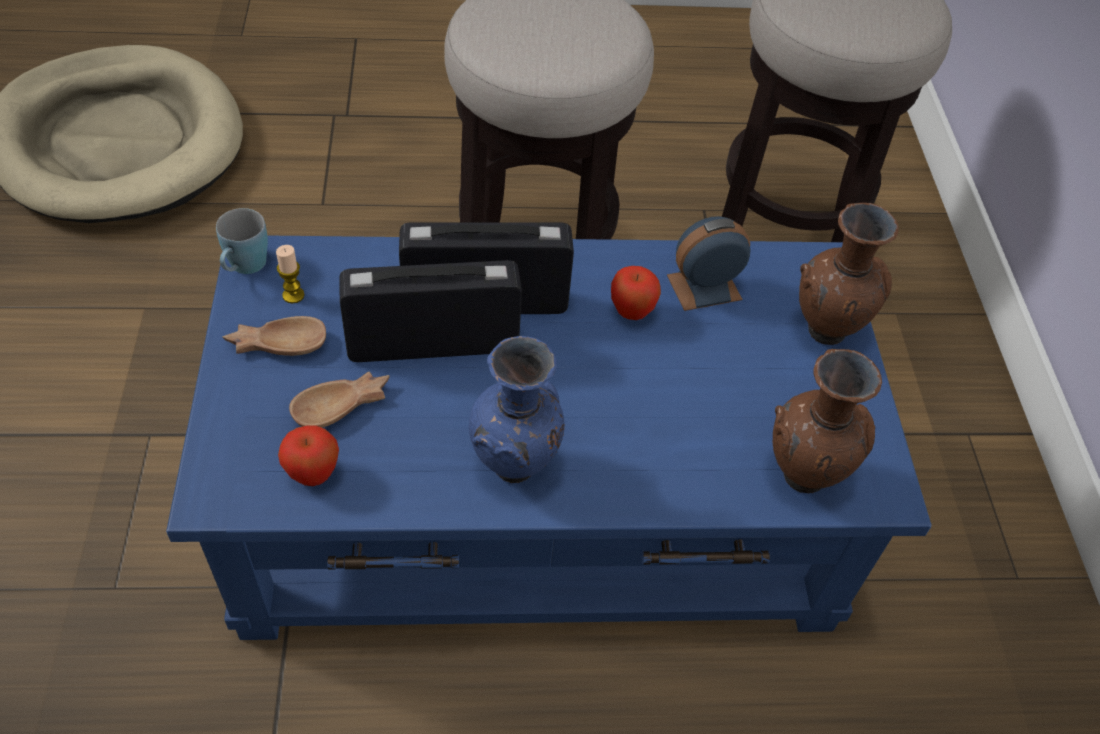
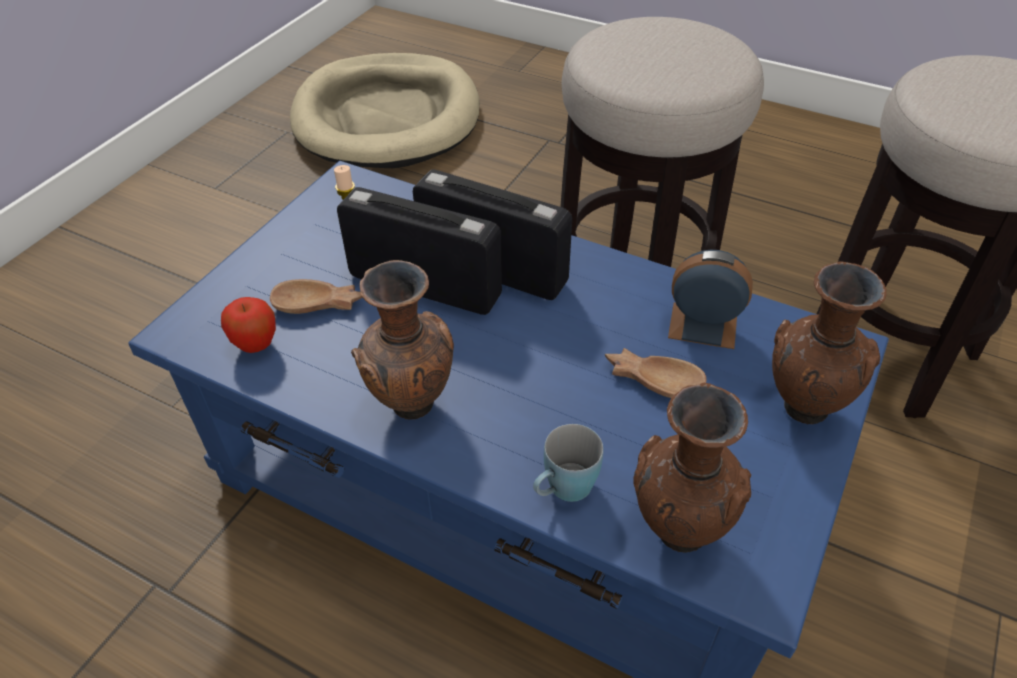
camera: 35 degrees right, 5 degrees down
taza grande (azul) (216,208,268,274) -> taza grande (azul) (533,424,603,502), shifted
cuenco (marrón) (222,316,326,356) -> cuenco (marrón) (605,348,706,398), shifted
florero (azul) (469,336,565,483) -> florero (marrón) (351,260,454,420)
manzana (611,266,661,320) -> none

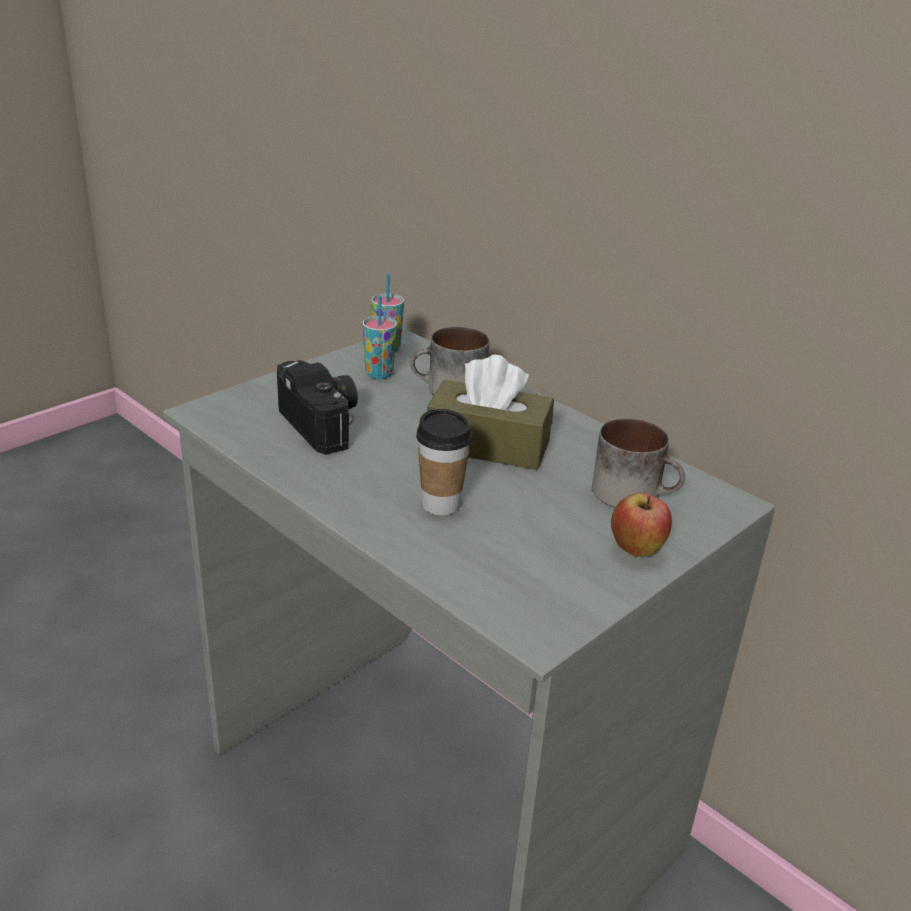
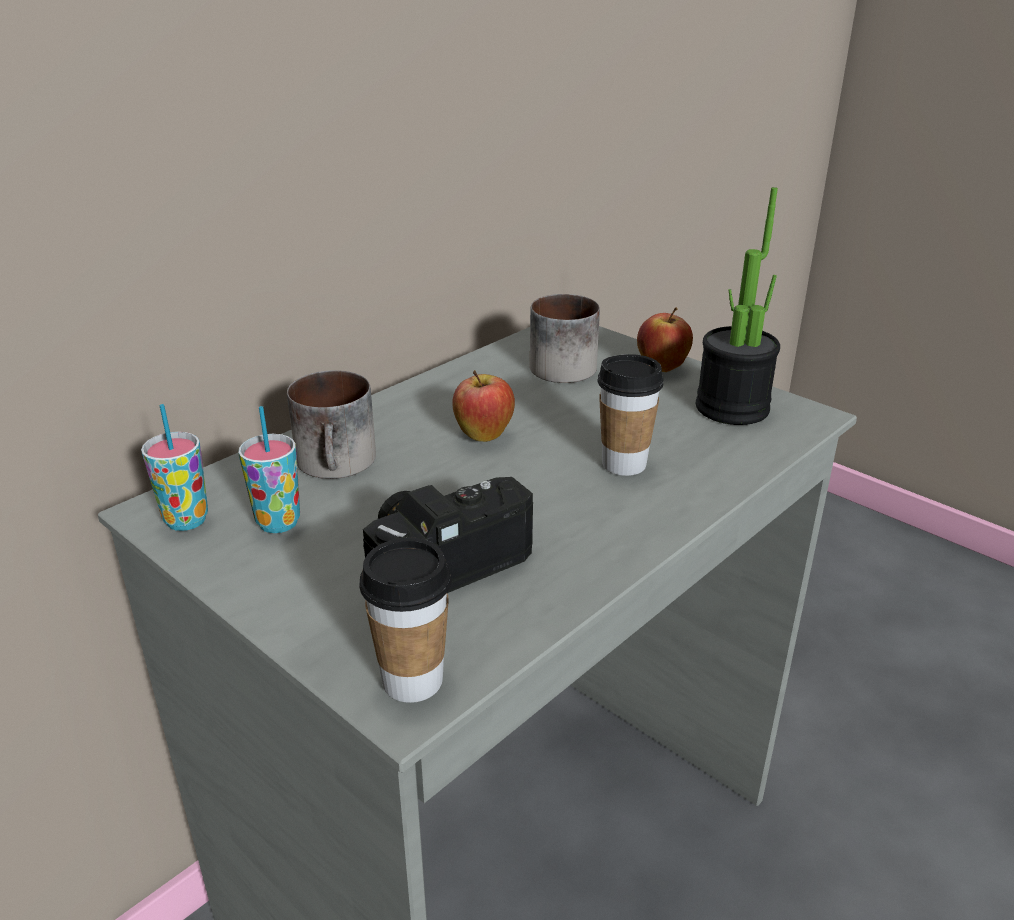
camera: 90 degrees left, 0 degrees up
caja de pañuelos (marrón) (427,355,554,470) -> manzana (452,370,515,442)
none -> taza (359,538,452,703)
none -> planta en maceta (696,187,780,425)

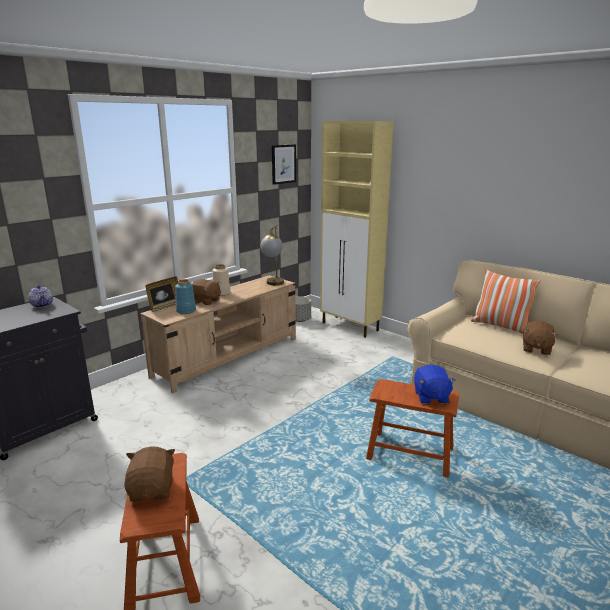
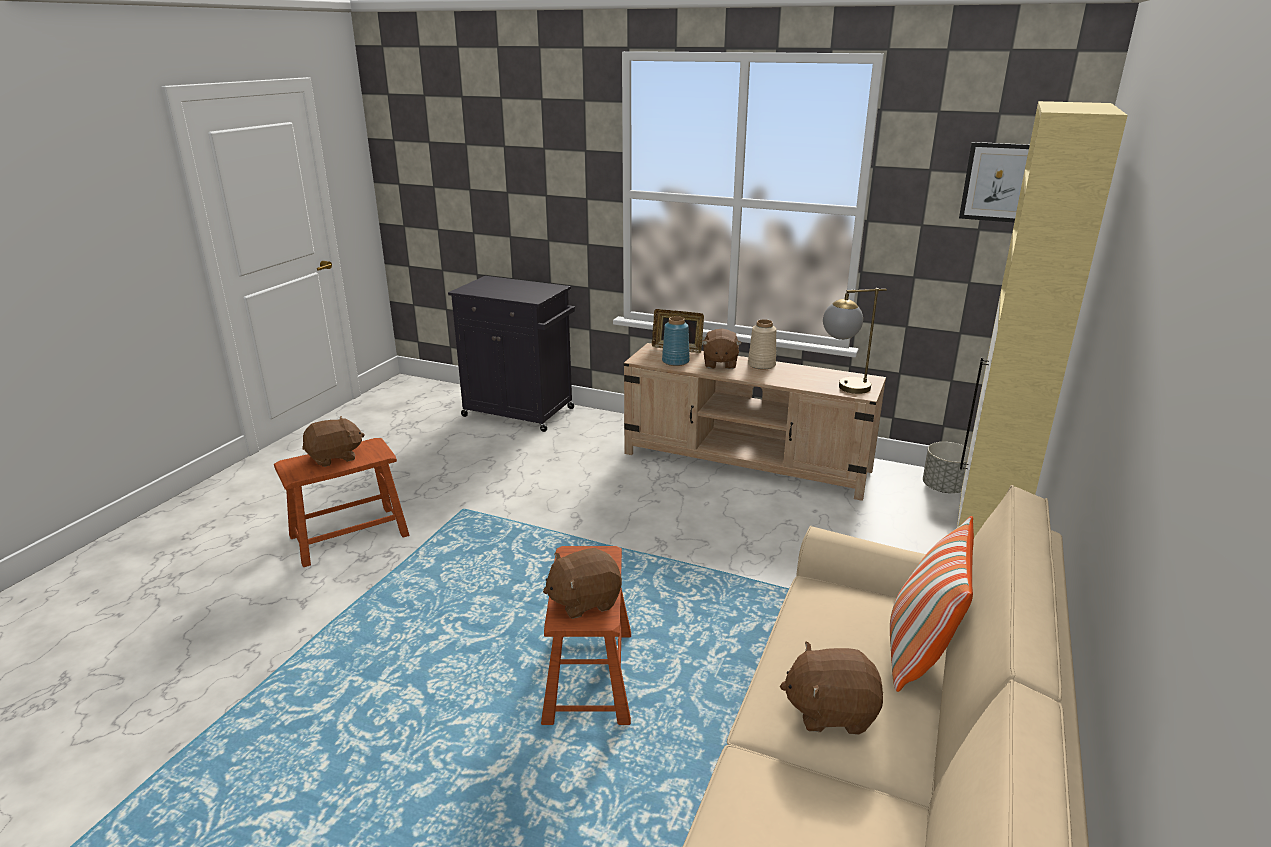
camera: 70 degrees right, 5 degrees up
tetera (28,285,53,308) -> none
peluche (azul) (414,365,456,404) -> peluche (marrón) (543,548,622,619)

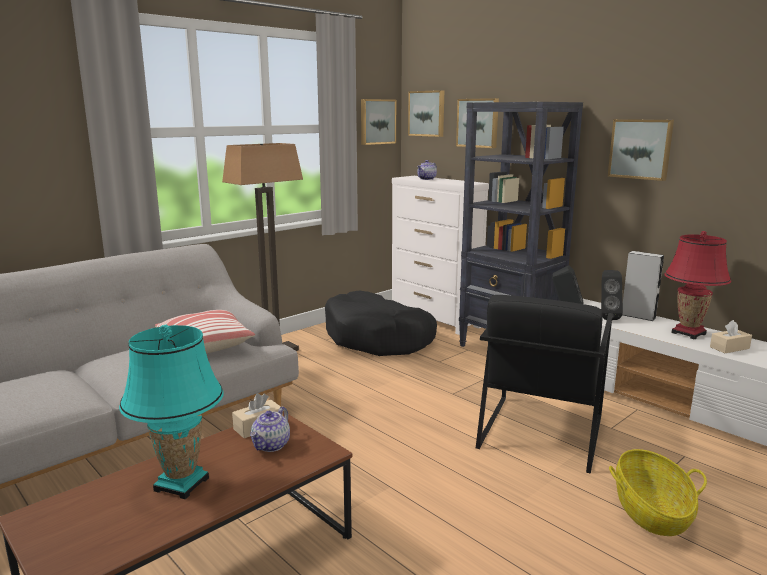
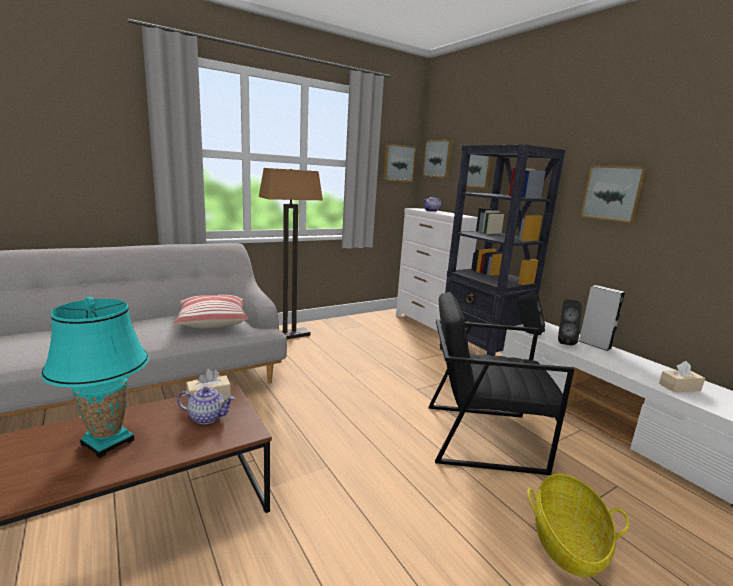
camera: 10 degrees right, 0 degrees up
tetera (250,407,290,452) -> tetera (177,387,235,424), 120 degrees counterclockwise
cama para perro (negro) (325,291,437,356) -> none
sillón (negro) (476,295,613,473) -> sillón (negro) (429,292,574,475), 60 degrees clockwise
lámpara de mesa (rojo) (664,231,731,340) -> none

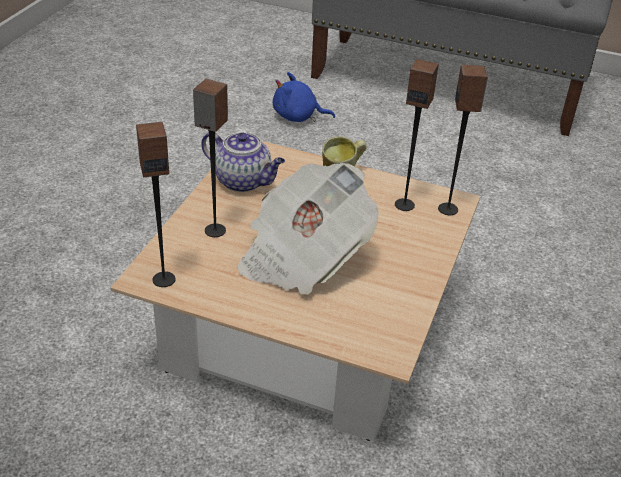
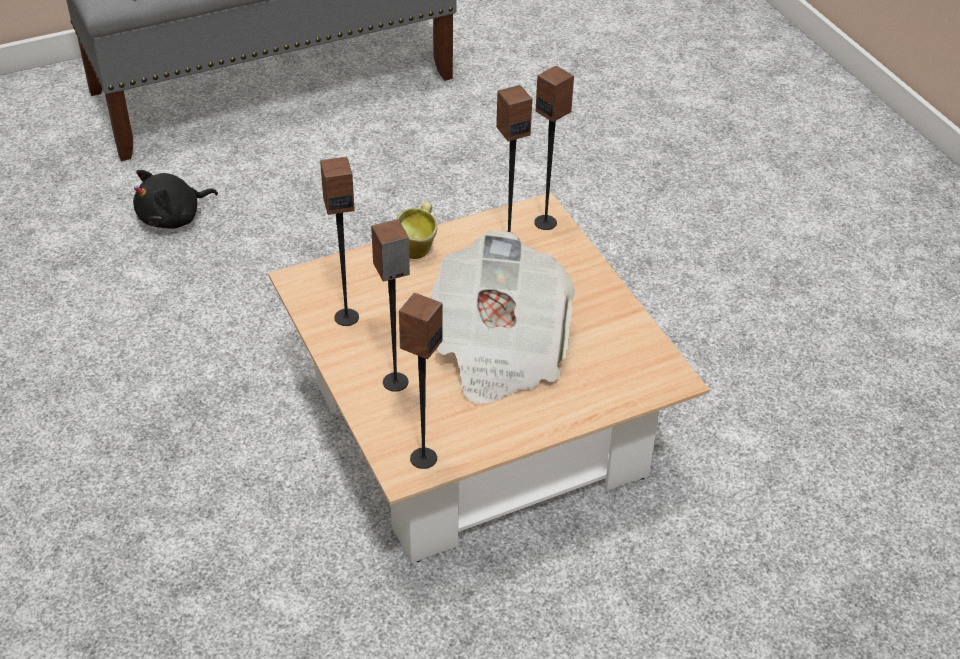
camera: 45 degrees left, 5 degrees up
tetera (201,132,285,192) -> altavoz (320,157,359,326)
peluche (azul) (273,72,335,122) -> peluche (negro) (133,170,218,229)

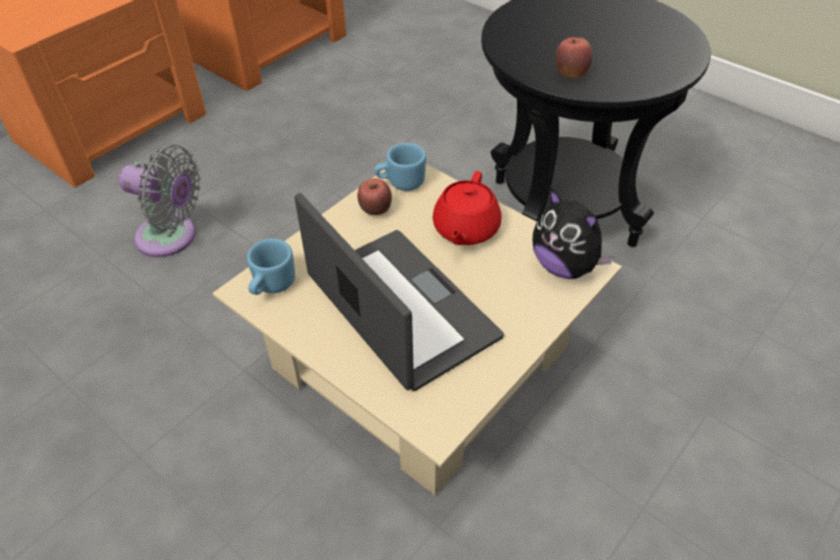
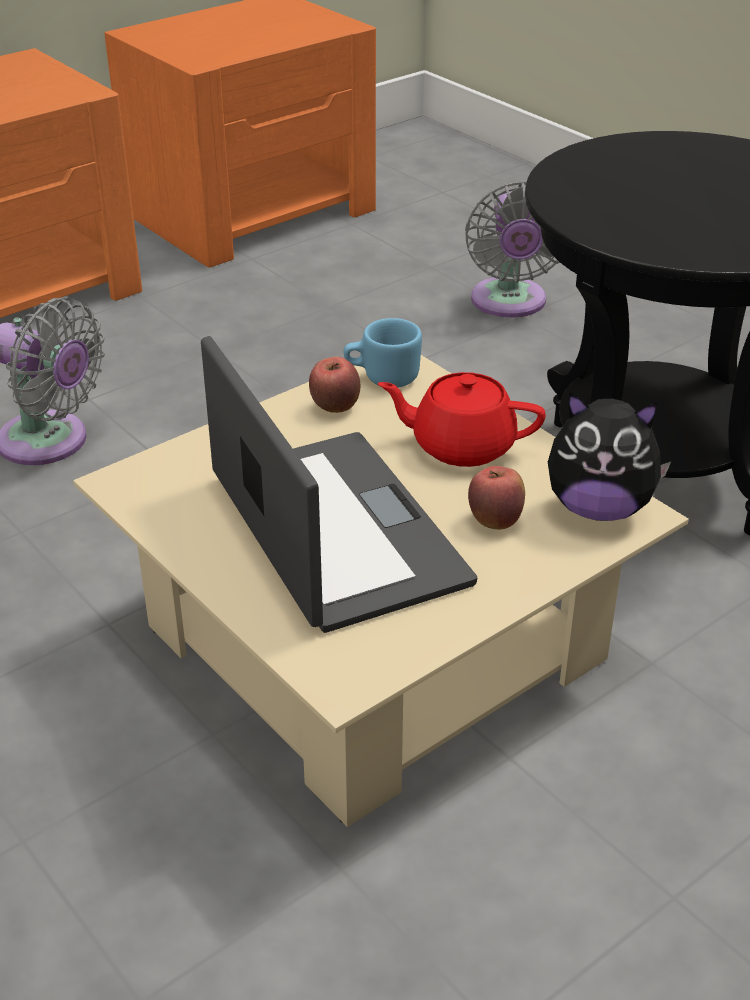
camera: 10 degrees right, 10 degrees down
taza grande (azul) (247,239,295,295) -> none
tetera (rojo) (433,171,502,245) -> tetera (rojo) (378,372,546,467), 75 degrees clockwise
peluche (532,188,614,279) -> peluche (548,392,671,521), 45 degrees counterclockwise
manzana (555,37,592,79) -> manzana (468,466,525,530), shifted
none -> ventilador (gris) (465,180,559,318)

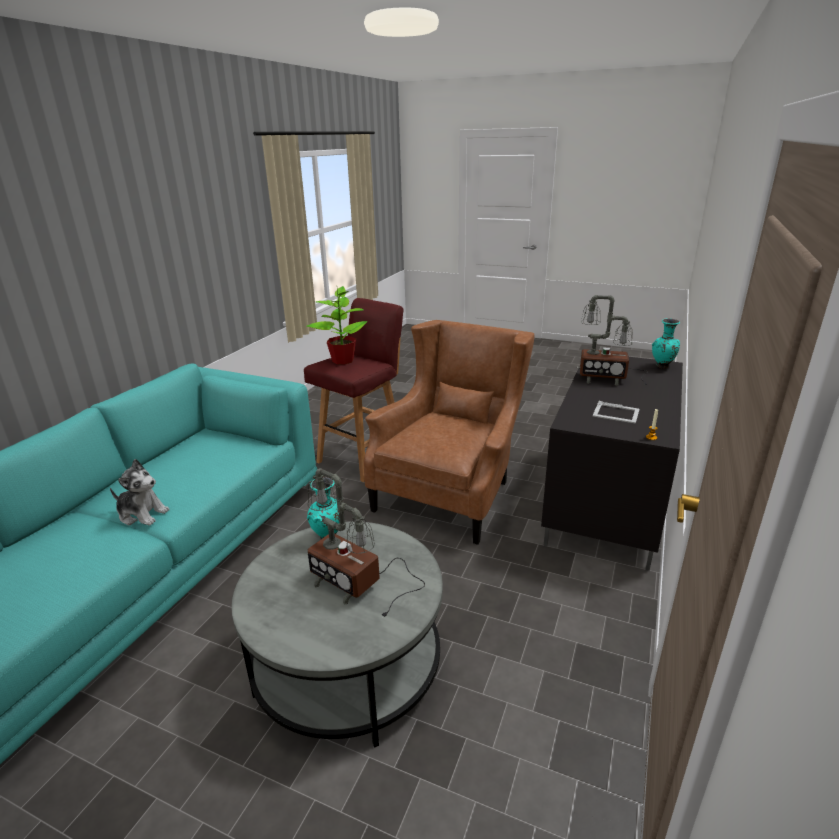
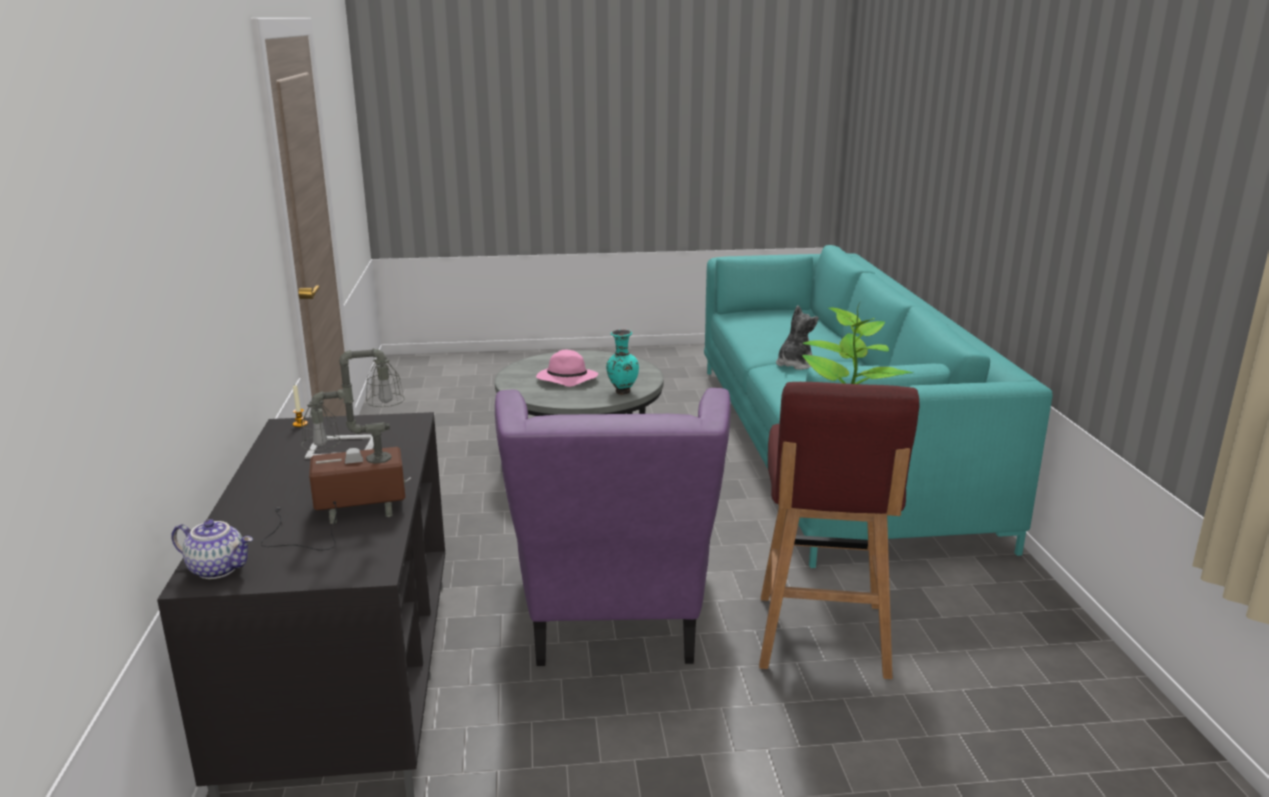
camera: 150 degrees right, 5 degrees down
peluche (110,459,170,526) -> peluche (776,306,819,370), 135 degrees clockwise
lámpara de mesa (308,468,425,617) -> sombrero (rosa) (536,350,598,387)
sillón (marrón) (364,320,534,545) -> sillón (morado) (495,388,731,666)
florero (turquesa) (652,319,680,368) -> tetera (171,519,253,579)

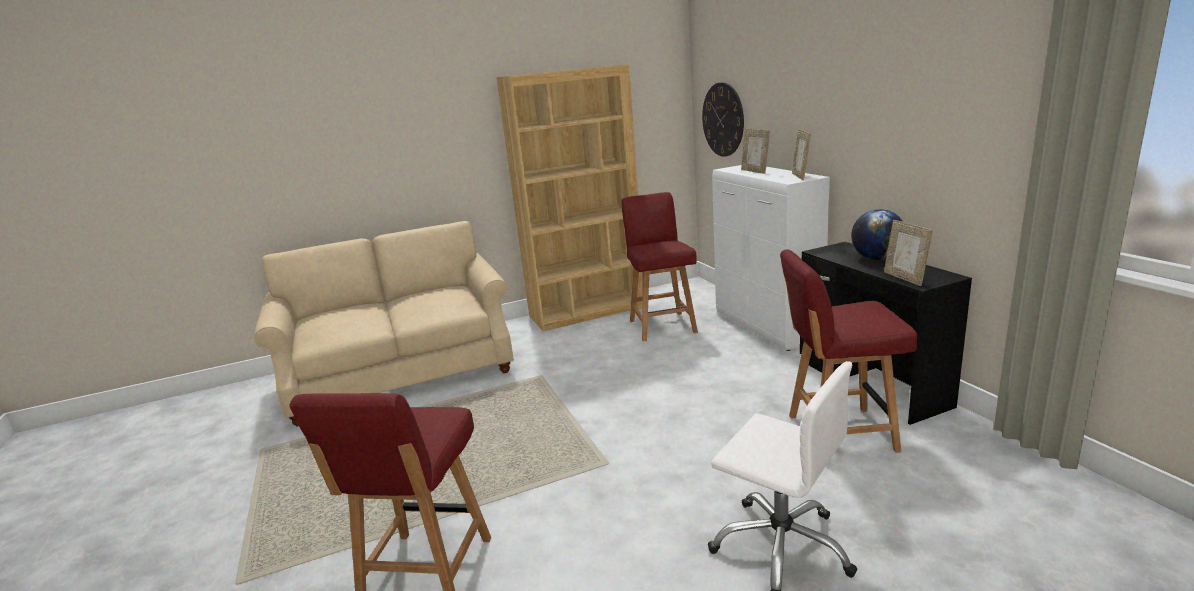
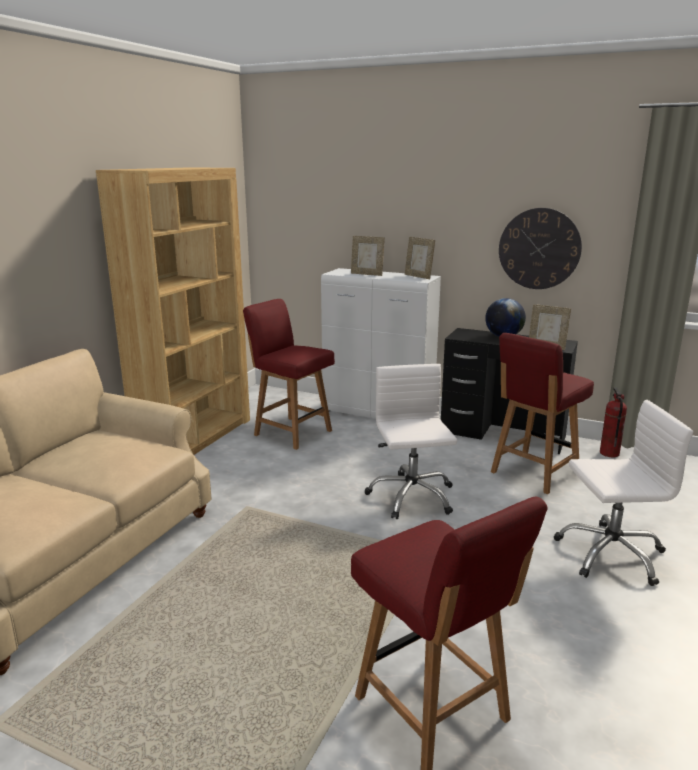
camera: 45 degrees left, 0 degrees up
reloj de pared (702,82,744,157) -> reloj de pared (499,208,582,289), shifted
none -> silla de oficina (blanco) (364,364,457,519)
none -> extintor (600,387,627,458)

